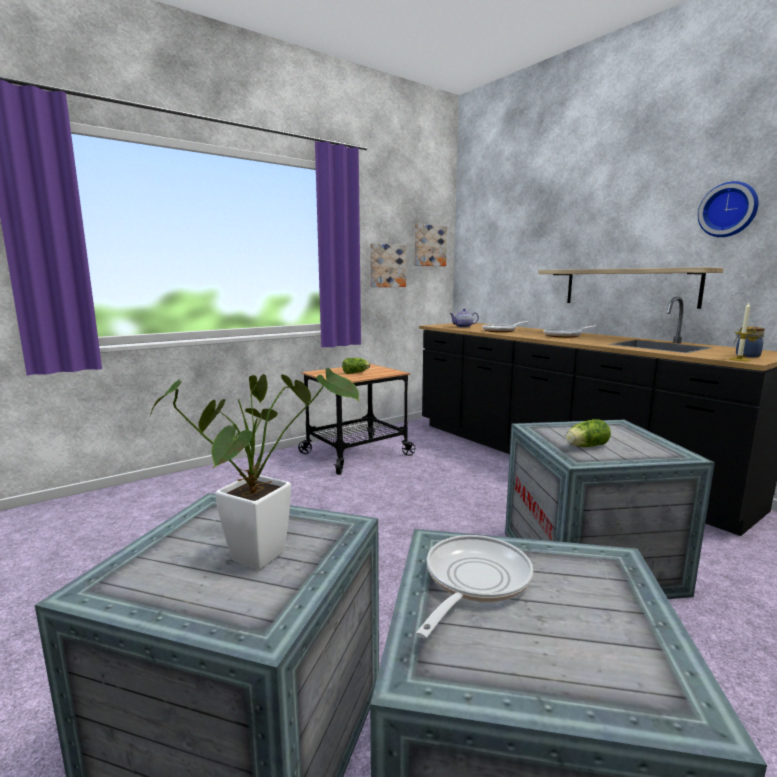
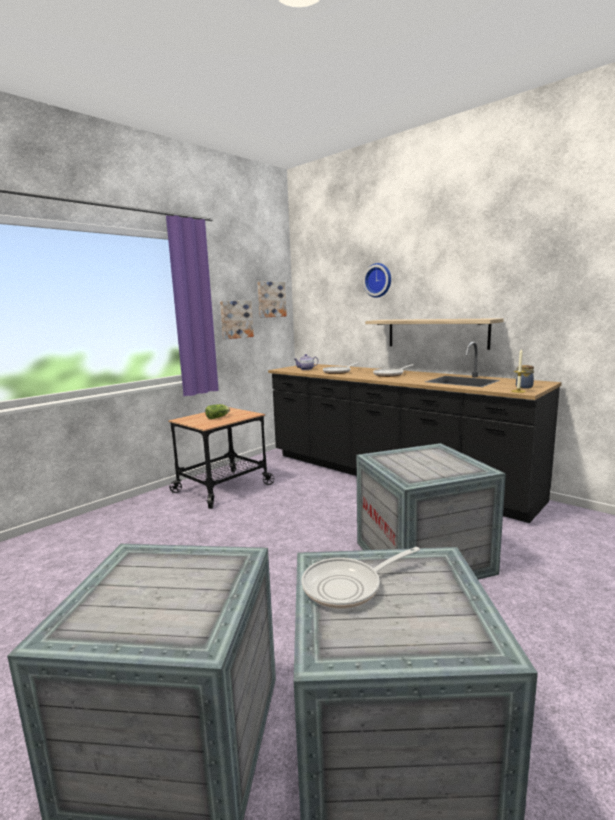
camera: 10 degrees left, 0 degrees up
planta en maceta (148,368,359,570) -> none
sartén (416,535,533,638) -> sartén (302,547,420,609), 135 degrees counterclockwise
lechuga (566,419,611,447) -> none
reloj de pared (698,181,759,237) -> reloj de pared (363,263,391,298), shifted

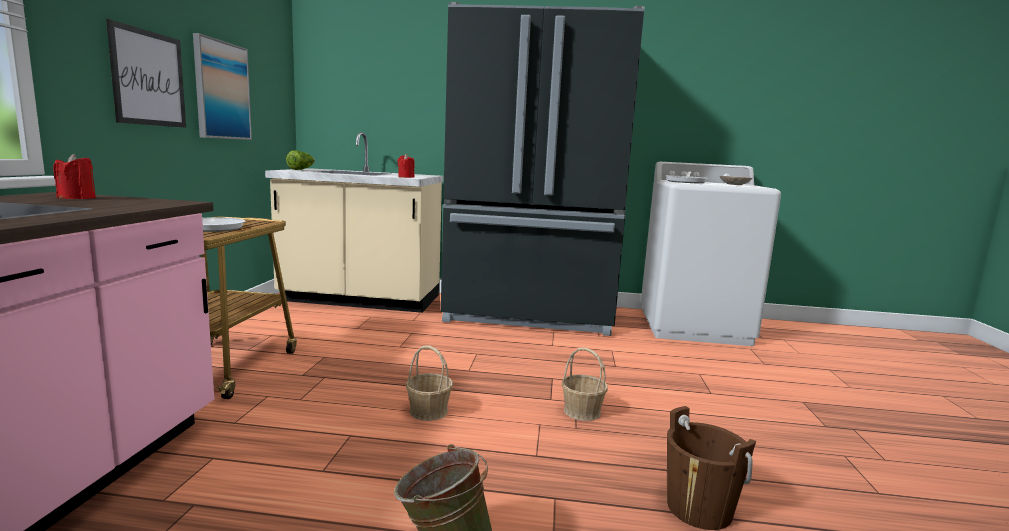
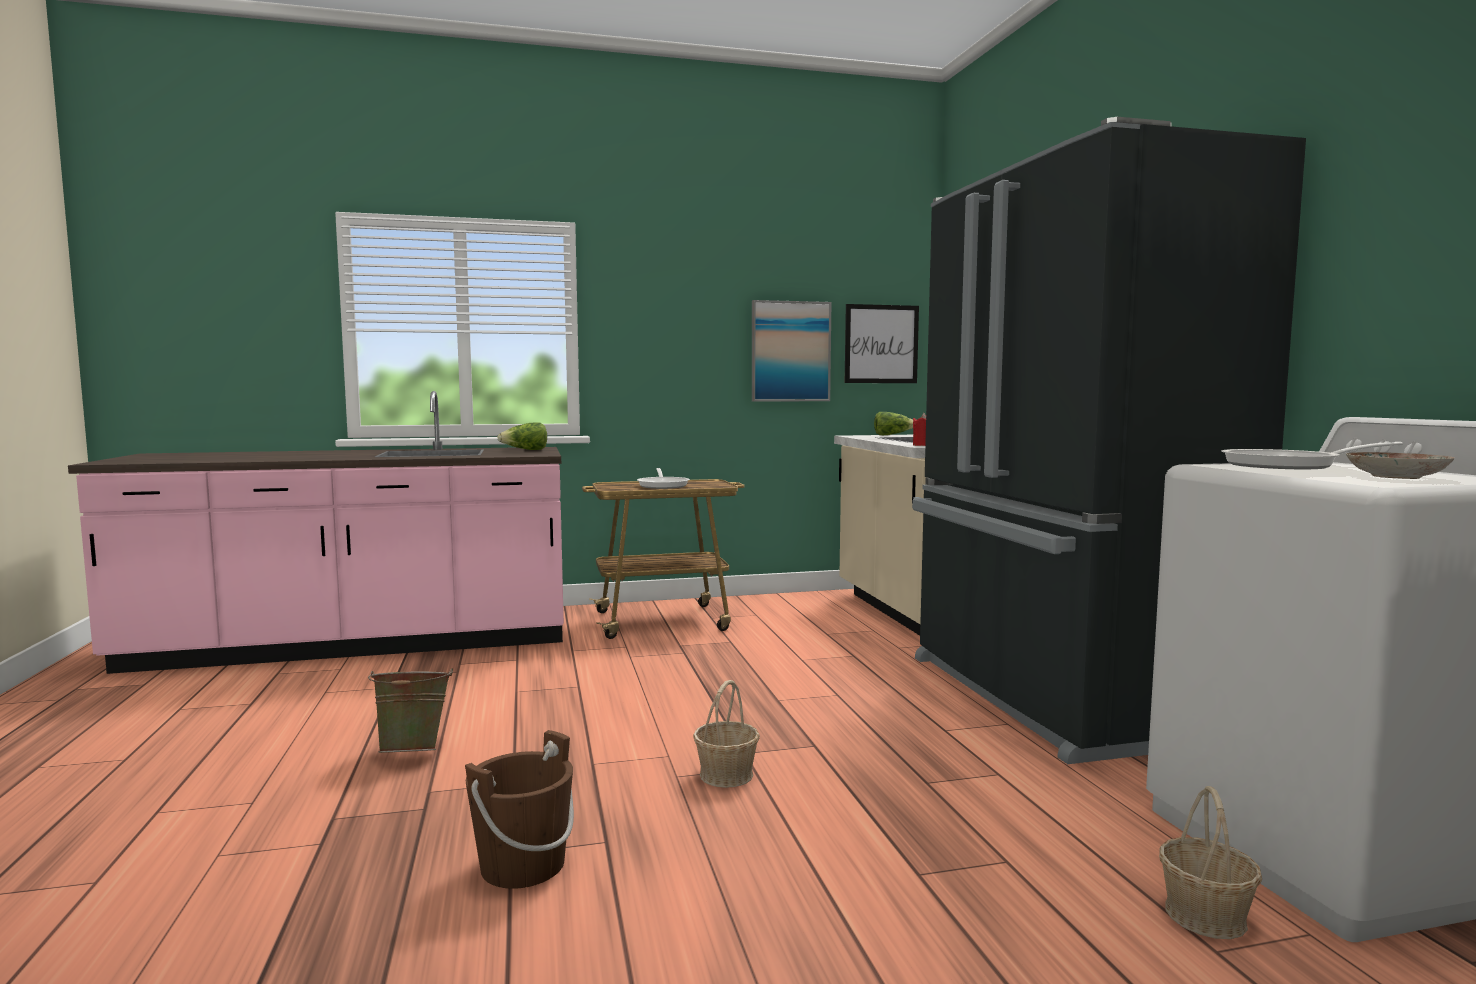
camera: 70 degrees right, 5 degrees down
vela (rojo) (53,154,96,199) -> lechuga (497,422,547,450)
cuadro (106,19,186,128) -> cuadro (845,304,919,383), shifted
cesta (405,345,453,421) -> cesta (1159,786,1262,939), shifted

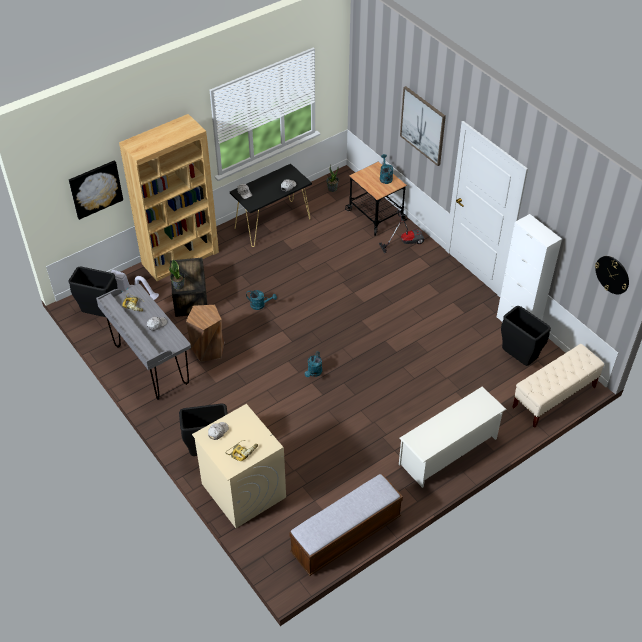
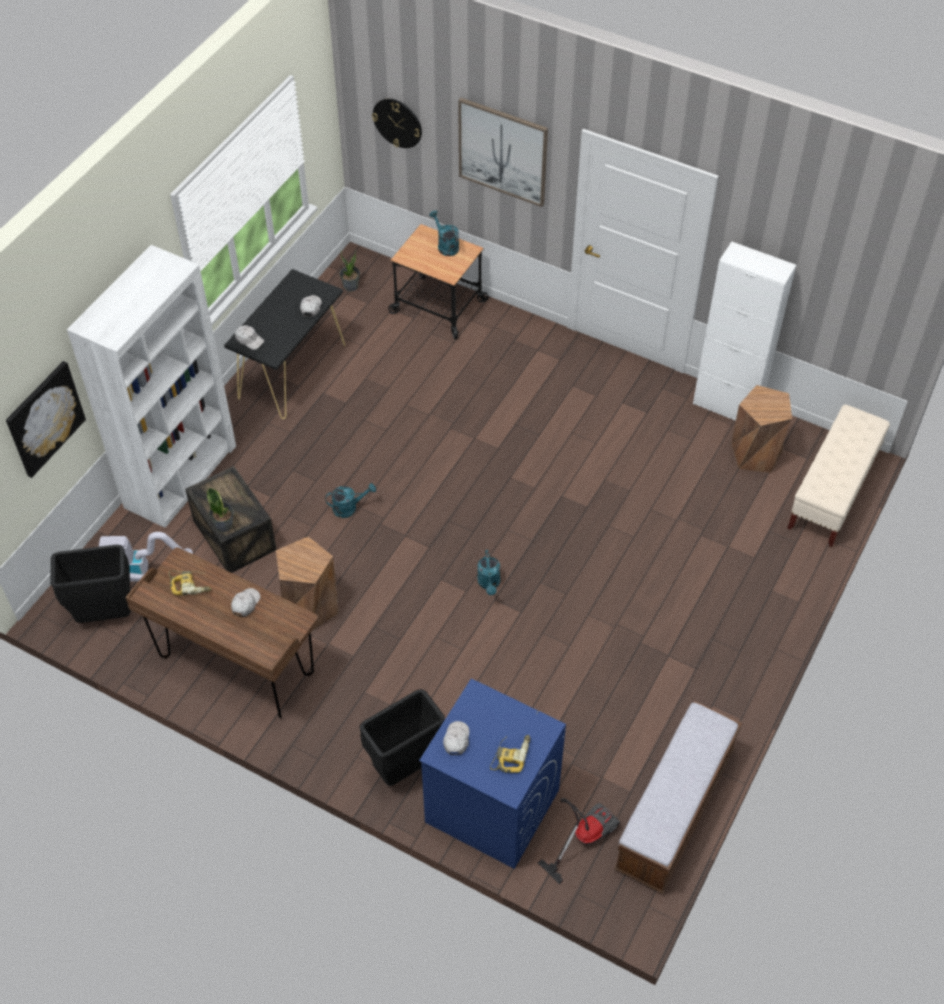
camera: 25 degrees left, 5 degrees up
escritorio (gris) (96,284,191,400) -> escritorio (marrón) (125,547,318,718)
estantería (marrón) (119,114,219,281) -> estantería (blanco) (67,245,236,528)
lavadora (beis) (192,404,286,528) -> lavadora (azul) (419,678,566,869)
aspiradora (379,209,425,253) -> aspiradora (537,798,620,884), shifted
zapatero (blanco) (399,387,507,488) -> none
papelera (negro) (501,306,551,366) -> taburete (marrón) (731,385,792,473)
reloj de pared (595,256,629,294) -> reloj de pared (372,99,422,148), shifted

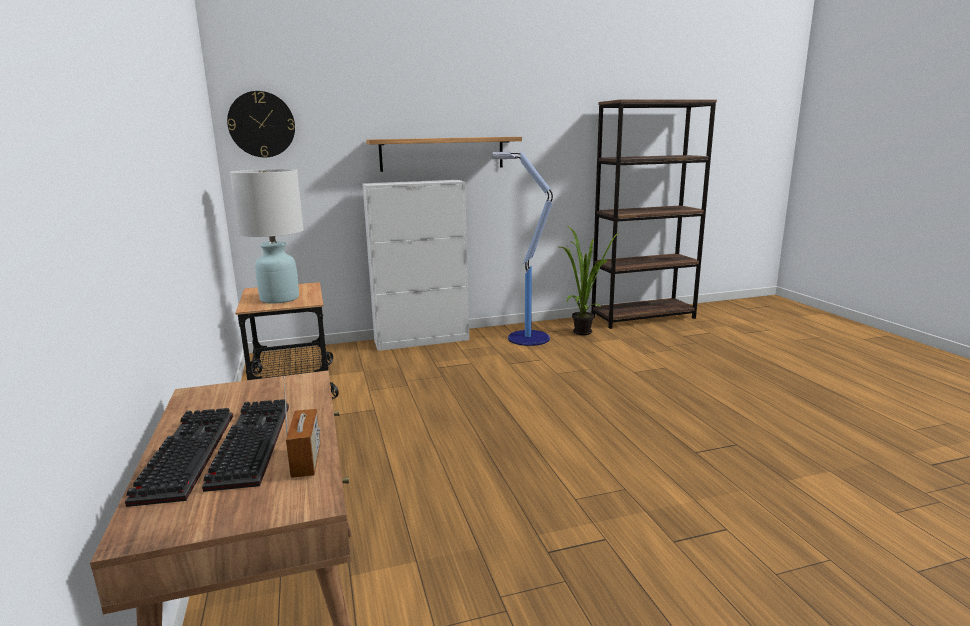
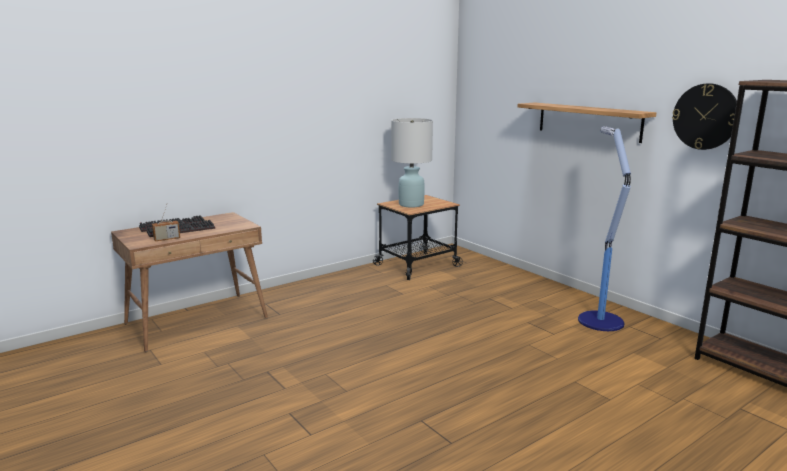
camera: 70 degrees right, 0 degrees up
reloj de pared (227,91,295,157) -> reloj de pared (672,83,737,150), shifted
armario (blanco) (362,180,469,351) -> none
planta en maceta (560,226,620,335) -> none

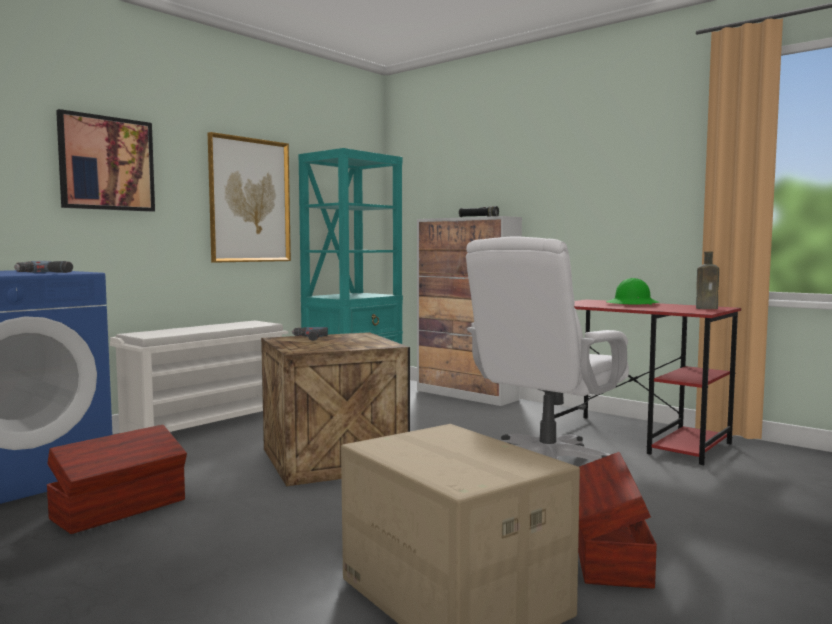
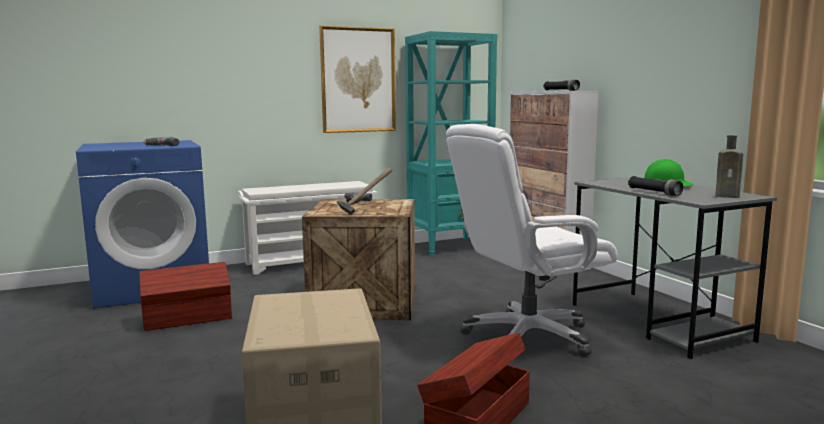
camera: 25 degrees right, 5 degrees up
cuadro (56,109,155,212) -> none
escritorio (rojo) (554,299,741,465) -> escritorio (gris) (573,177,777,359)
none -> martillo (337,168,392,215)
none -> linterna (negro) (628,176,683,196)

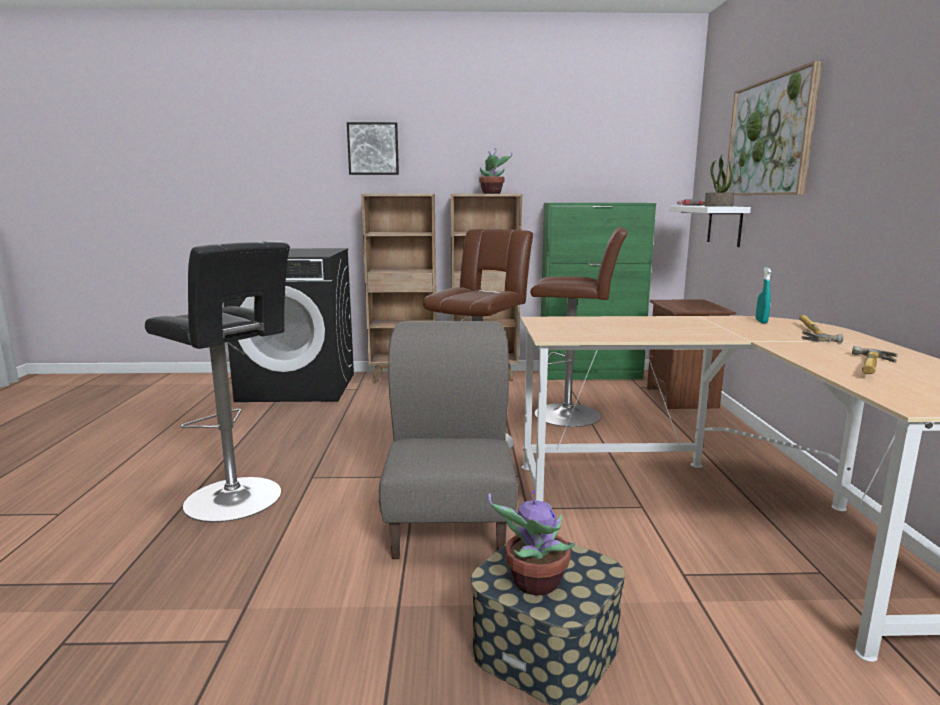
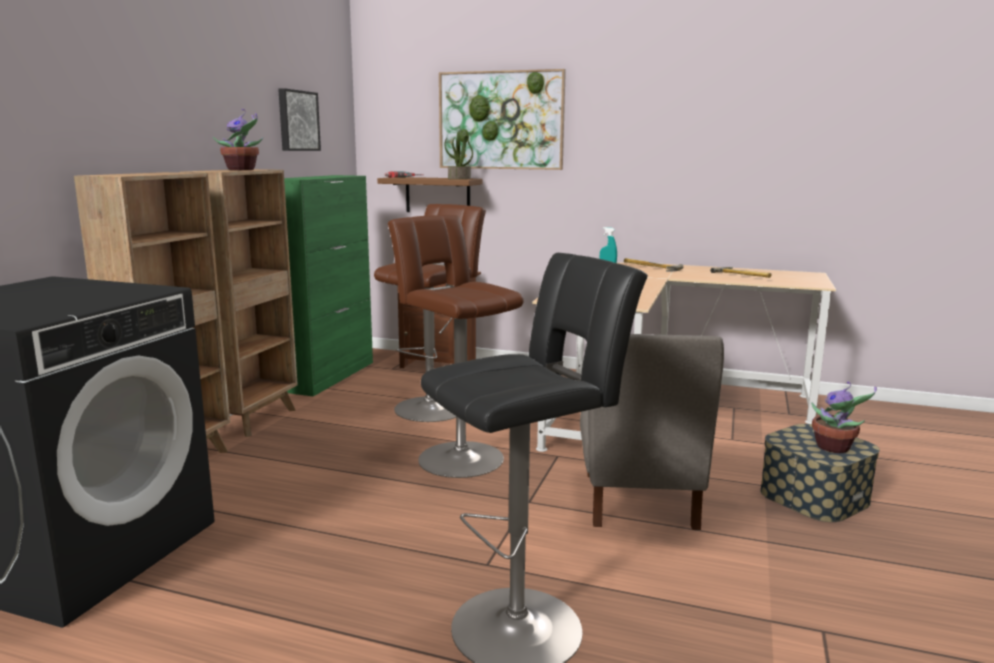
camera: 70 degrees left, 0 degrees up
cuadro (347,122,399,175) -> cuadro (278,88,321,151), shifted
silla (gris) (379,321,518,559) -> silla (gris) (580,334,724,530), 105 degrees counterclockwise
estante (blanco) (669,206,751,247) -> estante (marrón) (377,177,483,212)

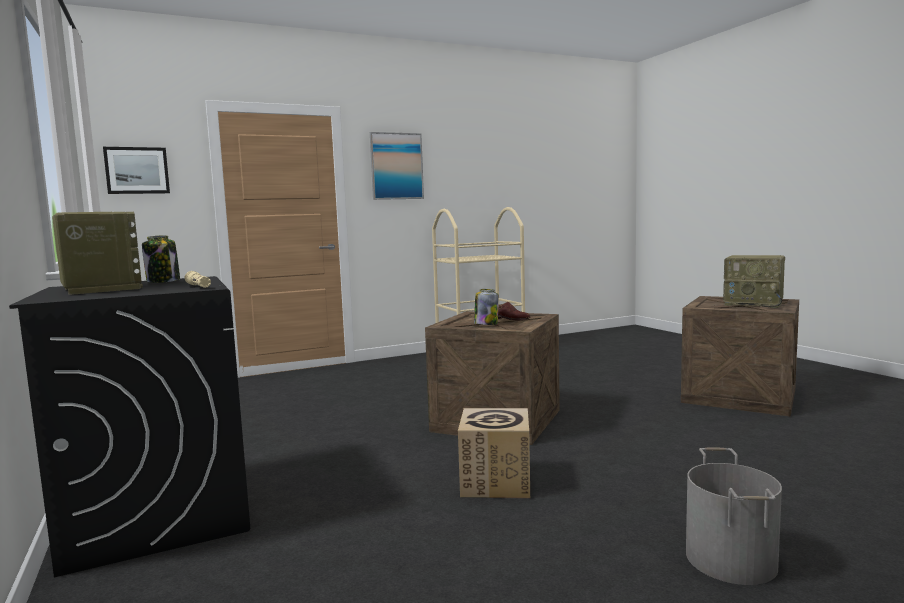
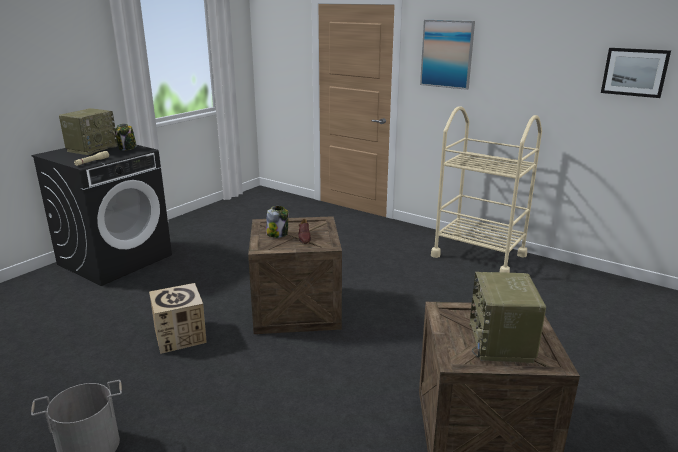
camera: 60 degrees right, 15 degrees up
cuadro (103,147,170,194) -> cuadro (601,48,671,98), shifted

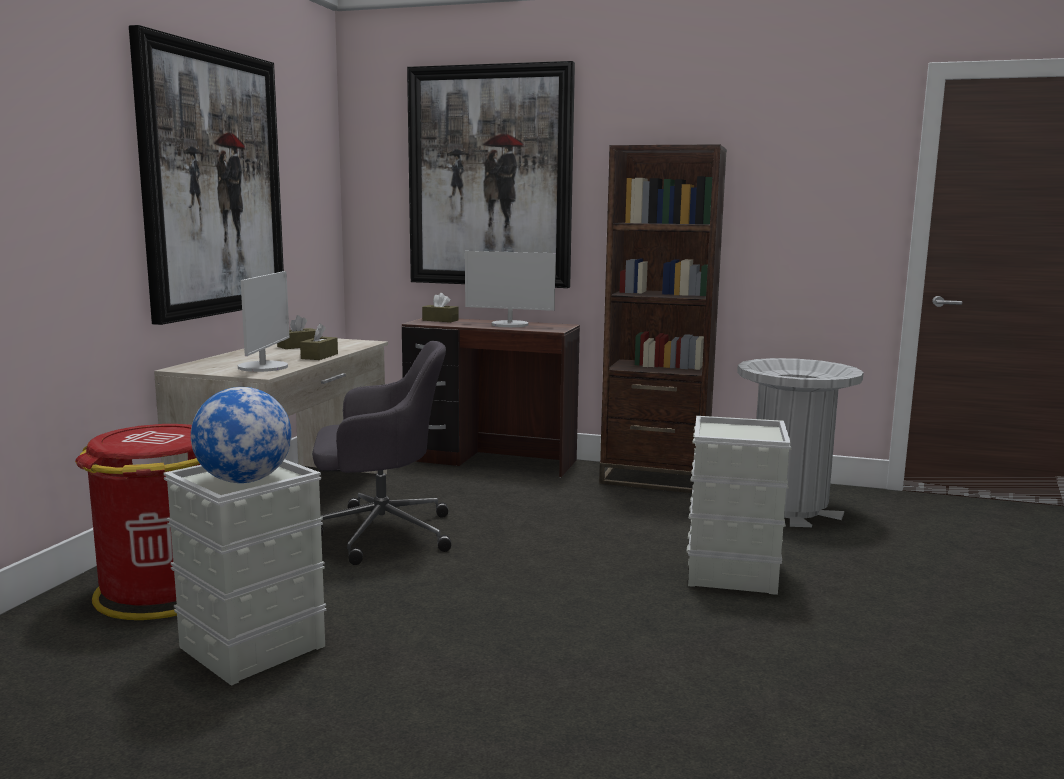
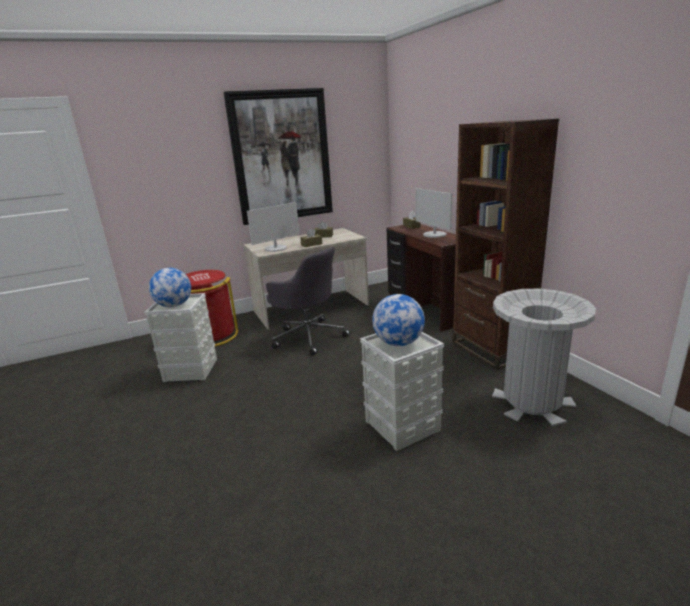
camera: 50 degrees right, 10 degrees up
cuadro (407,61,575,288) -> none
none -> globo terráqueo (372,294,425,346)

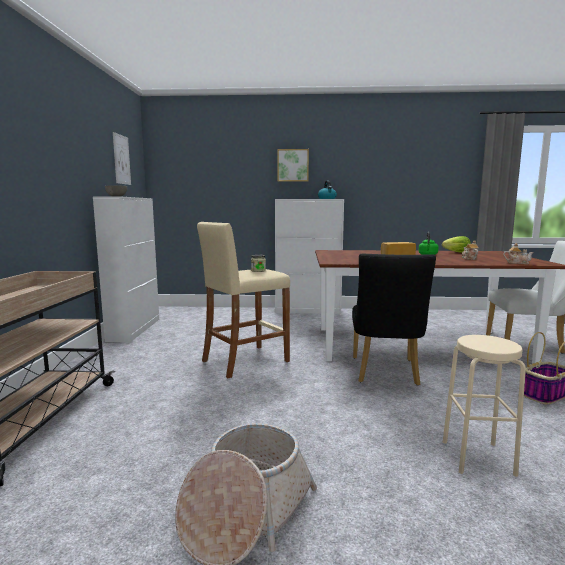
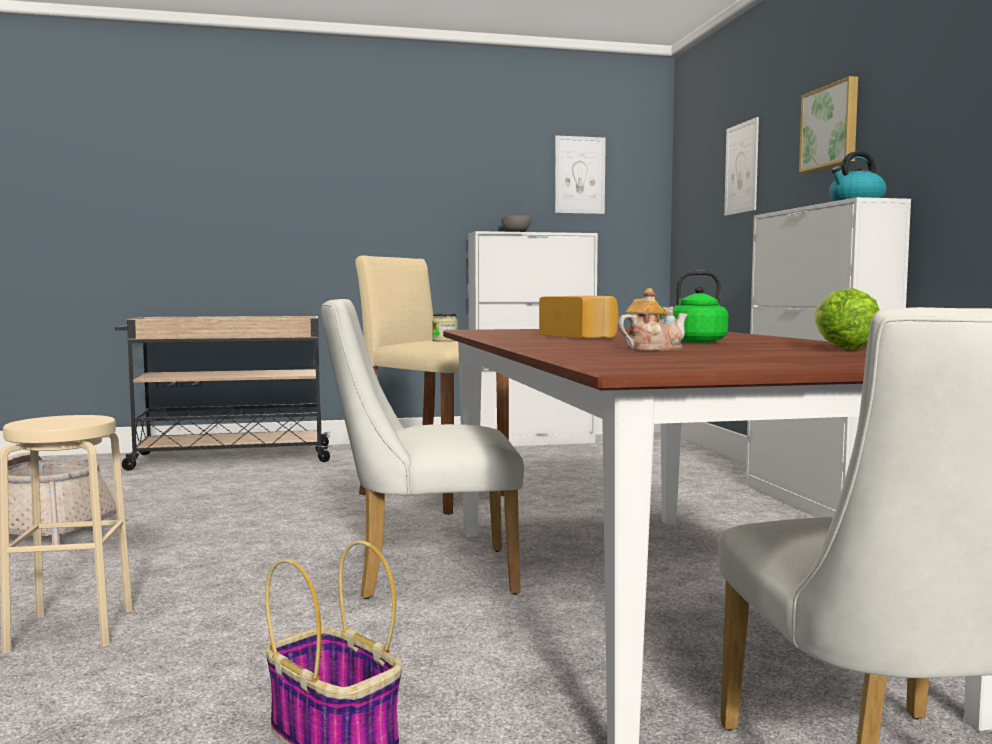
camera: 75 degrees right, 5 degrees down
silla (negro) (352,253,436,386) -> silla (blanco) (321,299,524,599)
tetera (503,243,534,264) -> none
none -> cuadro (724,117,759,216)

